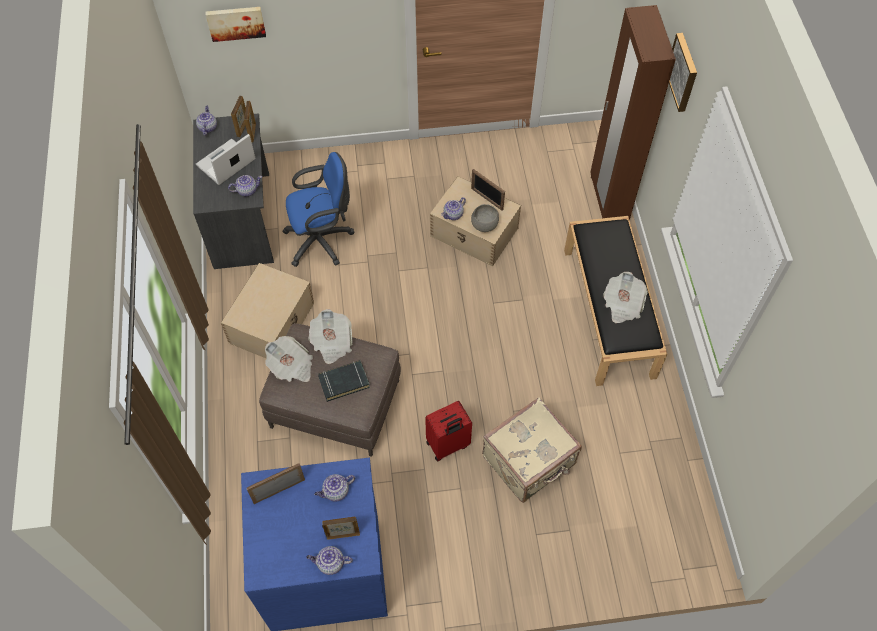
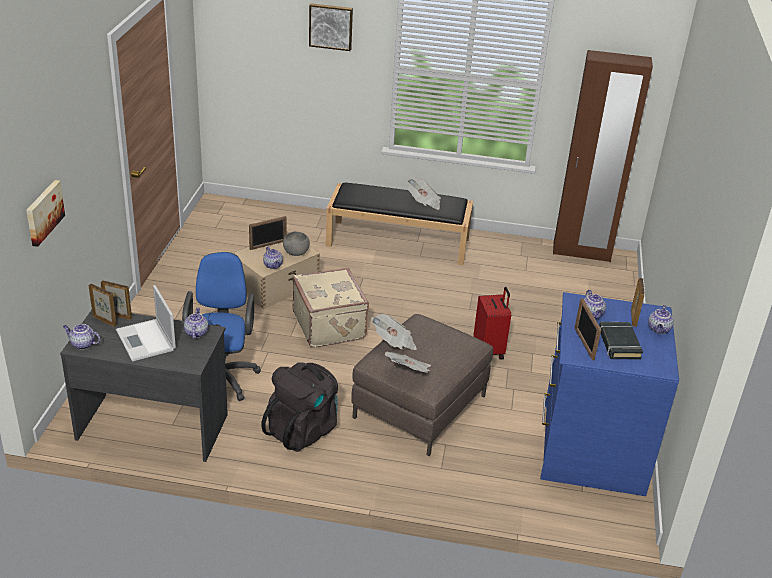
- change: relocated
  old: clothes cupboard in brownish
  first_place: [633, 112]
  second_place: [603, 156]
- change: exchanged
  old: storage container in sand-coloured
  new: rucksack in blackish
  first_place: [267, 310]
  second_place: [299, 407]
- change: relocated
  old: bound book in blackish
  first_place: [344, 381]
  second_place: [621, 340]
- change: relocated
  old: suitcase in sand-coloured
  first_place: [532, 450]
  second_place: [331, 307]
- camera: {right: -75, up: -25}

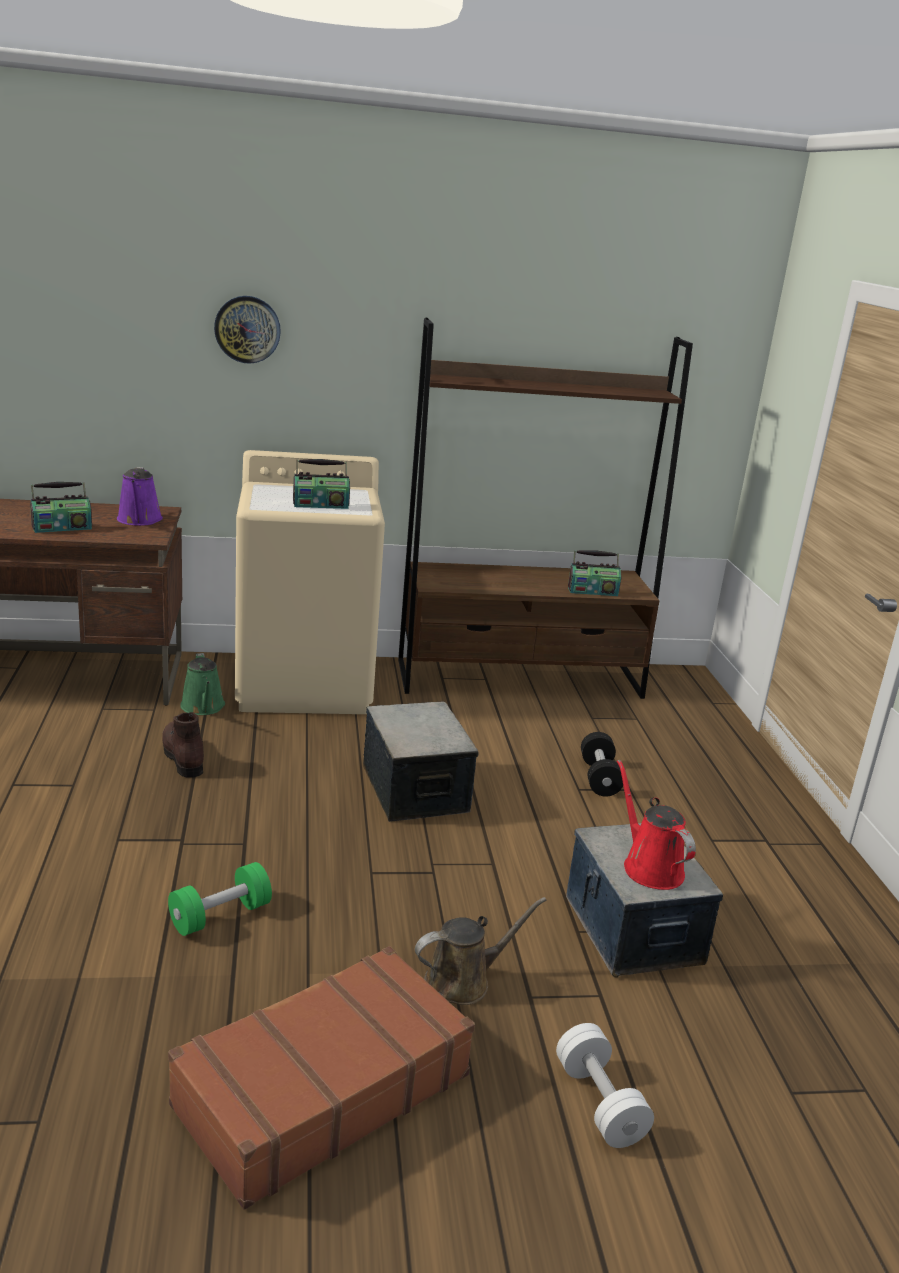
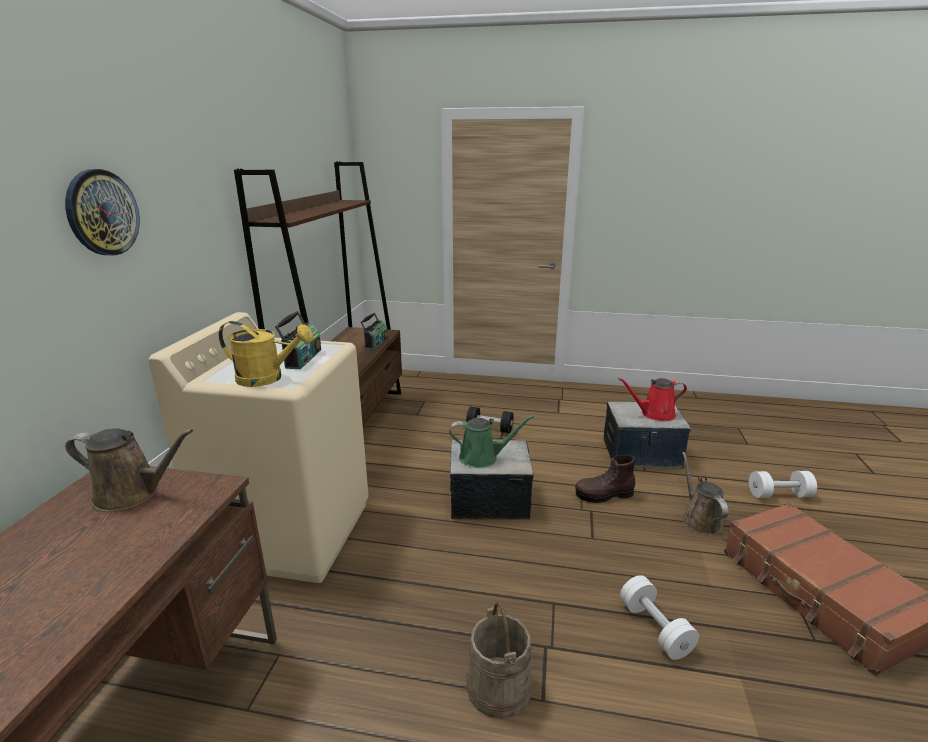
- change: colour
  old: sprinkling can in purple
  new: sprinkling can in brownish
  first_place: [140, 496]
  second_place: [129, 470]
- change: missing
  old: radio
  first_place: [61, 507]
- change: relocated
  old: sprinkling can in green-coloured
  first_place: [202, 684]
  second_place: [491, 441]
- change: relocated
  old: tall boot in brownish
  first_place: [183, 745]
  second_place: [605, 479]
- change: colour
  old: dumbbell in green-coloured
  new: dumbbell in white
  first_place: [220, 899]
  second_place: [659, 617]
- change: appeared
  new: sprinkling can in yellowish
  second_place: [266, 354]
- change: appeared
  new: pail in sand-coloured
  second_place: [499, 660]
- camera: {right: -70, up: 0}

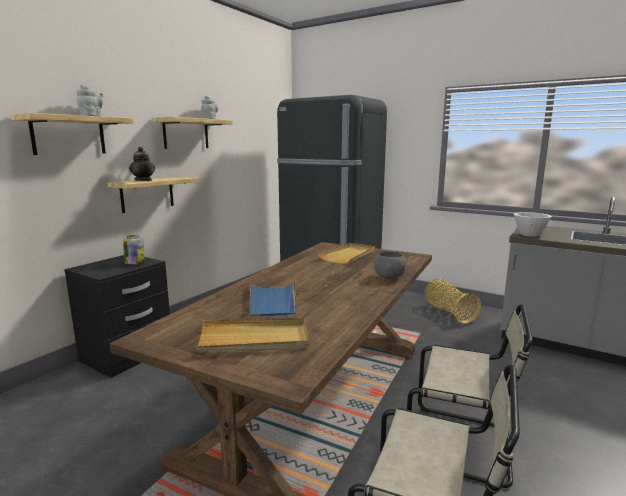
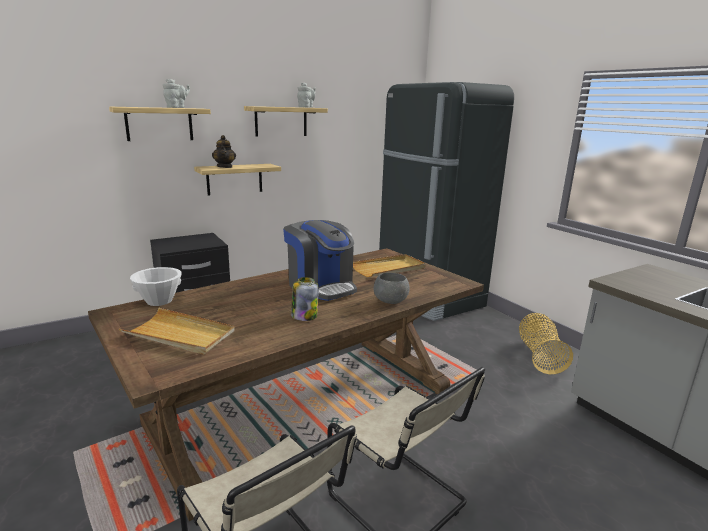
- change: relocated
  old: serving bowl in white
  first_place: [533, 224]
  second_place: [156, 286]
- change: relocated
  old: jar
  first_place: [133, 249]
  second_place: [305, 299]
- change: missing
  old: serving tray in bluish
  first_place: [272, 299]
- change: appeared
  new: coffee brewer
  second_place: [320, 260]
- camera: {right: 25, up: 5}

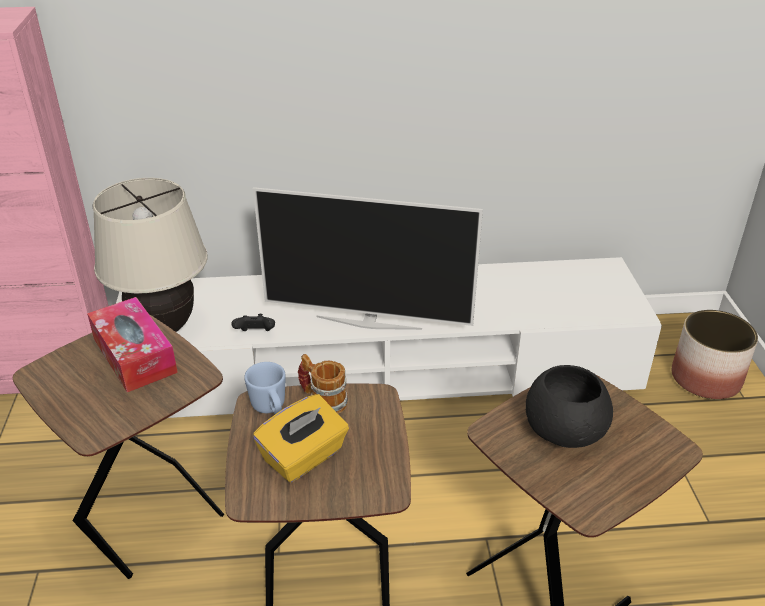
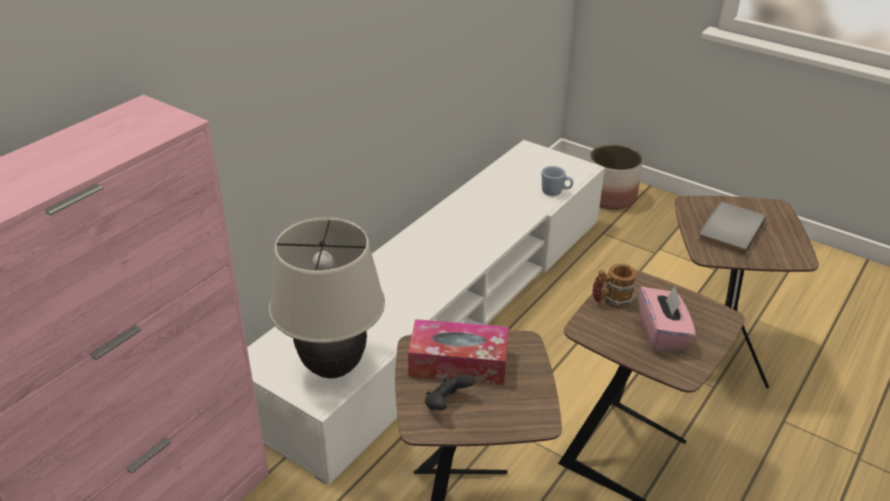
- change: missing
  old: TV set
  first_place: [368, 258]
- change: relocated
  old: joypad in blackish
  first_place: [253, 322]
  second_place: [450, 392]
- change: relocated
  old: mug in bluish
  first_place: [265, 388]
  second_place: [557, 181]
- change: exchanged
  old: serving bowl in blackish
  new: bound book in grey
  first_place: [569, 406]
  second_place: [732, 229]
- change: colour
  old: tissue holder in yellowish
  new: tissue holder in pink
  first_place: [301, 438]
  second_place: [667, 318]
- camera: {right: -50, up: 0}

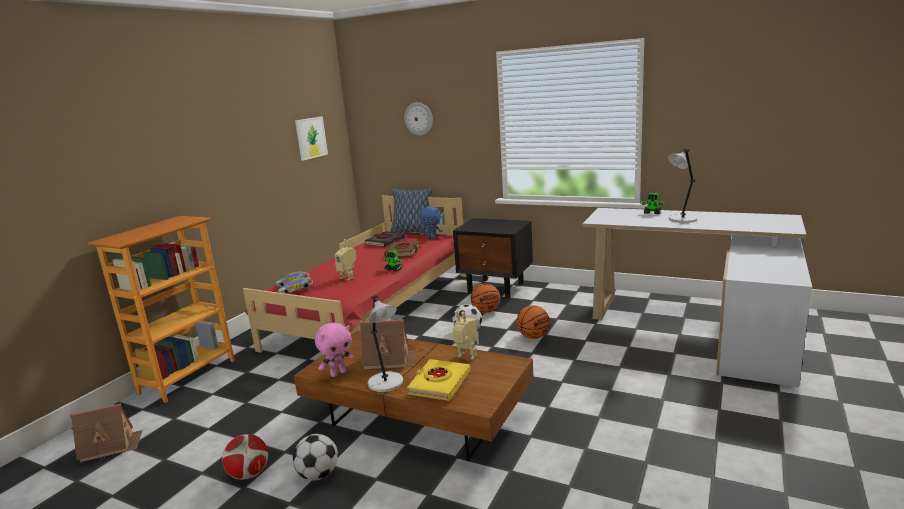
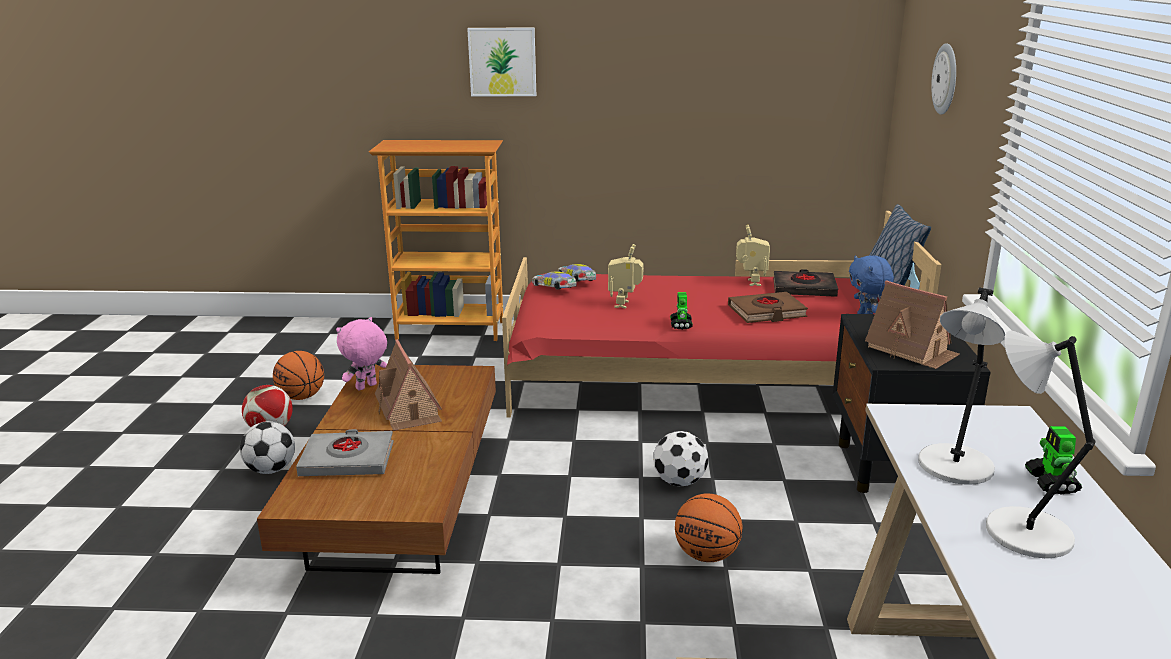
- change: relocated
  old: wall picture
  first_place: [311, 138]
  second_place: [501, 62]
- change: relocated
  old: ball for basketball
  first_place: [485, 298]
  second_place: [298, 375]
- change: relocated
  old: lamp for a table in grey
  first_place: [385, 343]
  second_place: [961, 386]
- change: relocated
  old: robot figure
  first_place: [466, 335]
  second_place: [753, 255]
- change: spun
  old: soft toy in pink
  first_place: [335, 349]
  second_place: [361, 354]
  degrees: 105
- change: colour
  old: bound book in yellowish
  new: bound book in grey
  first_place: [439, 380]
  second_place: [345, 452]
- change: relocated
  old: model house
  first_place: [106, 433]
  second_place: [912, 324]
- camera: {right: 65, up: 5}

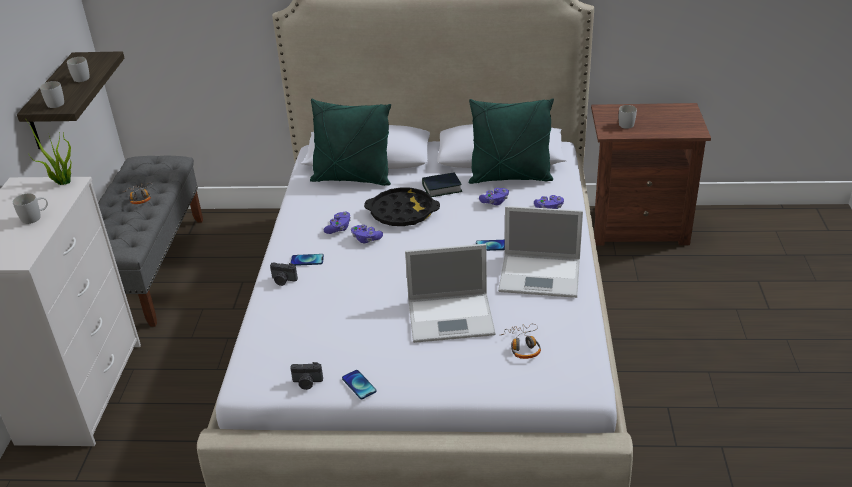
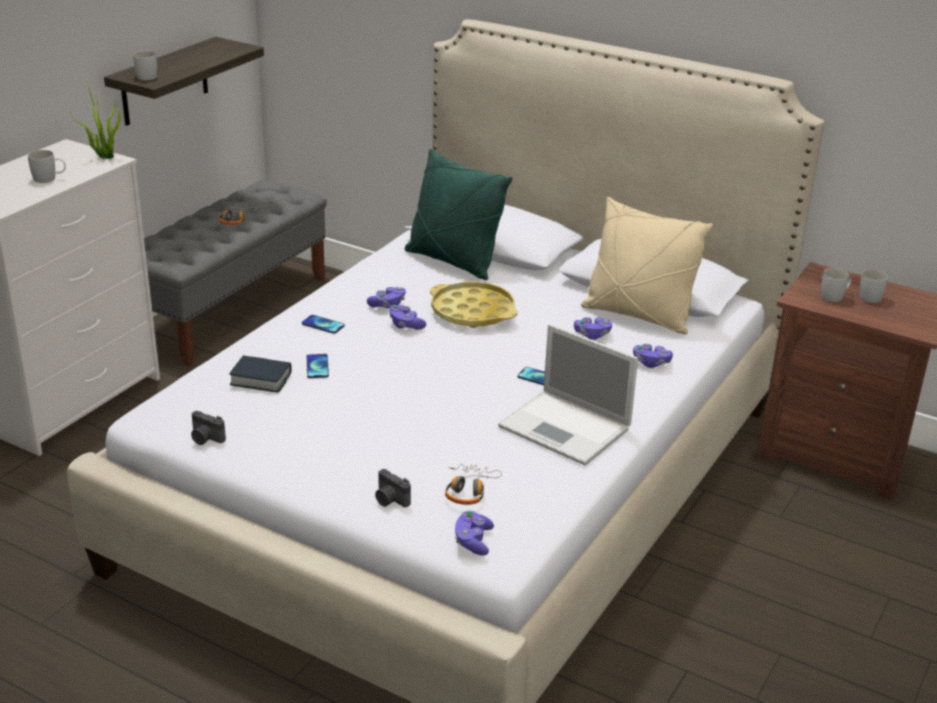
- change: relocated
  old: mug in white
  first_place: [78, 69]
  second_place: [874, 286]
- change: colour
  old: throw pillow in green-coloured
  new: throw pillow in sand-coloured
  first_place: [511, 141]
  second_place: [647, 265]
- change: relocated
  old: bound book
  first_place: [442, 184]
  second_place: [260, 374]
- change: colour
  old: serving tray in blackish
  new: serving tray in yellowish
  first_place: [402, 206]
  second_place: [474, 305]
- change: missing
  old: notebook computer
  first_place: [450, 293]
- change: relocated
  old: still camera
  first_place: [284, 274]
  second_place: [393, 488]
- change: relocated
  old: handset
  first_place: [359, 384]
  second_place: [318, 366]
- change: appeared
  new: joypad in purple
  second_place: [474, 533]
- camera: {right: 25, up: -5}

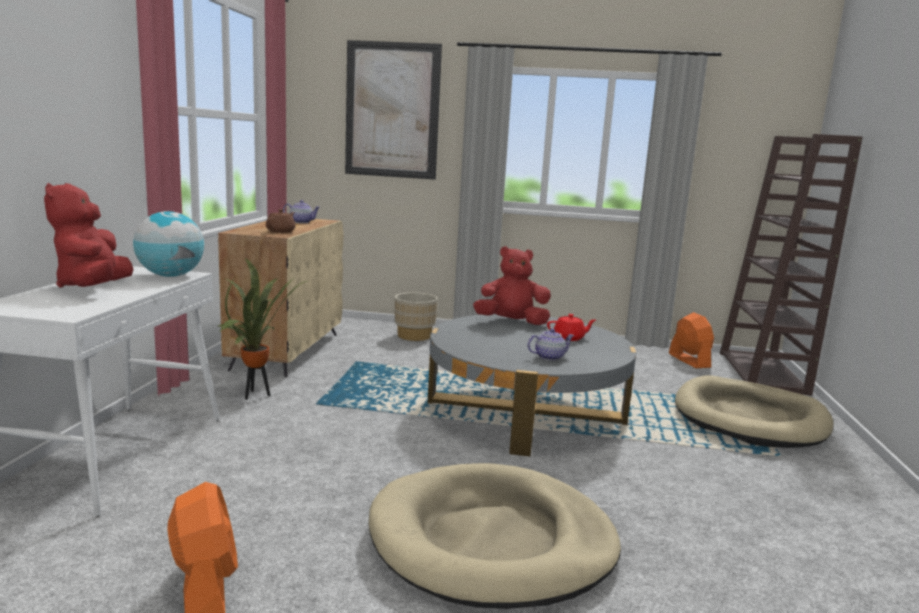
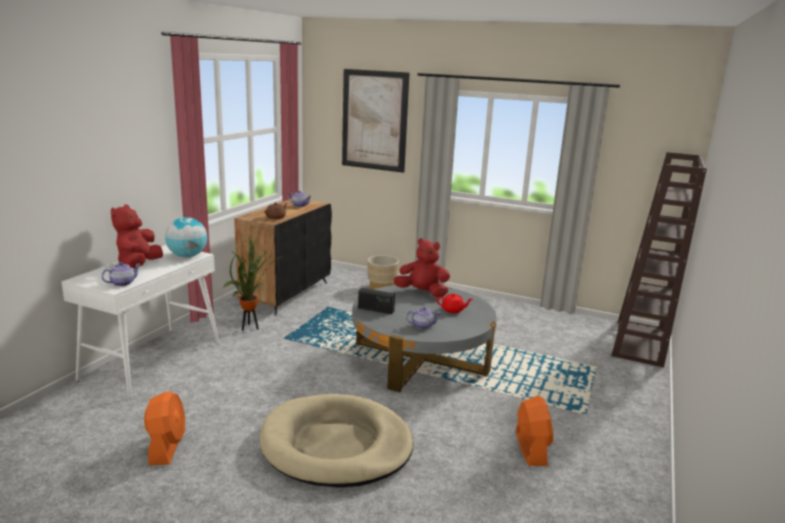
- change: colour
  old: cupboard in sand-coloured
  new: cupboard in blackish
  first_place: [280, 298]
  second_place: [283, 257]
- change: relocated
  old: electric fan in orange
  first_place: [691, 340]
  second_place: [534, 431]
- change: missing
  old: dog bed in sand-coloured
  first_place: [754, 411]
- change: appeared
  new: pot for tea
  second_place: [121, 274]
- change: appeared
  new: radio
  second_place: [376, 301]
- camera: {right: 15, up: 5}

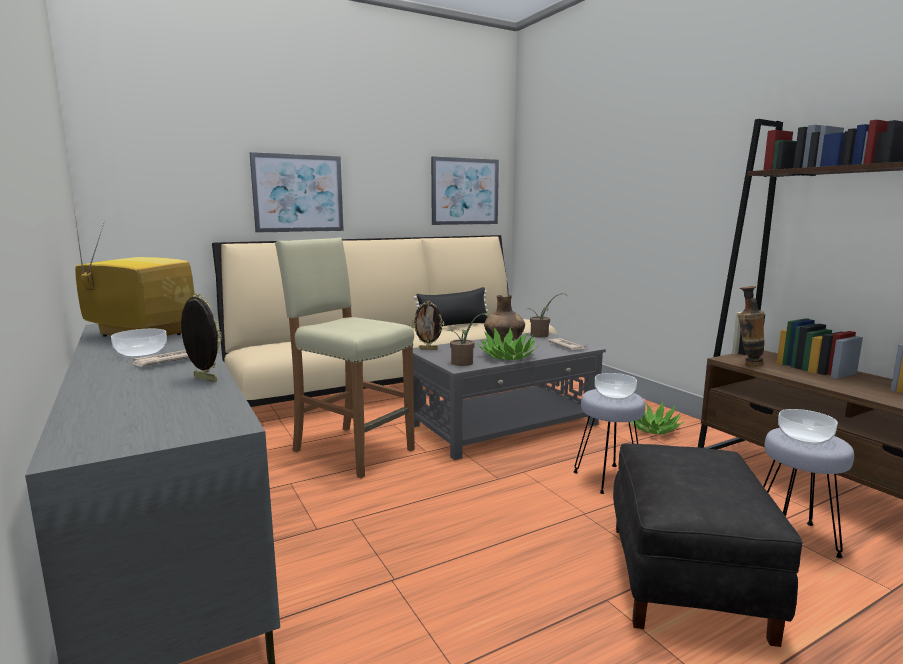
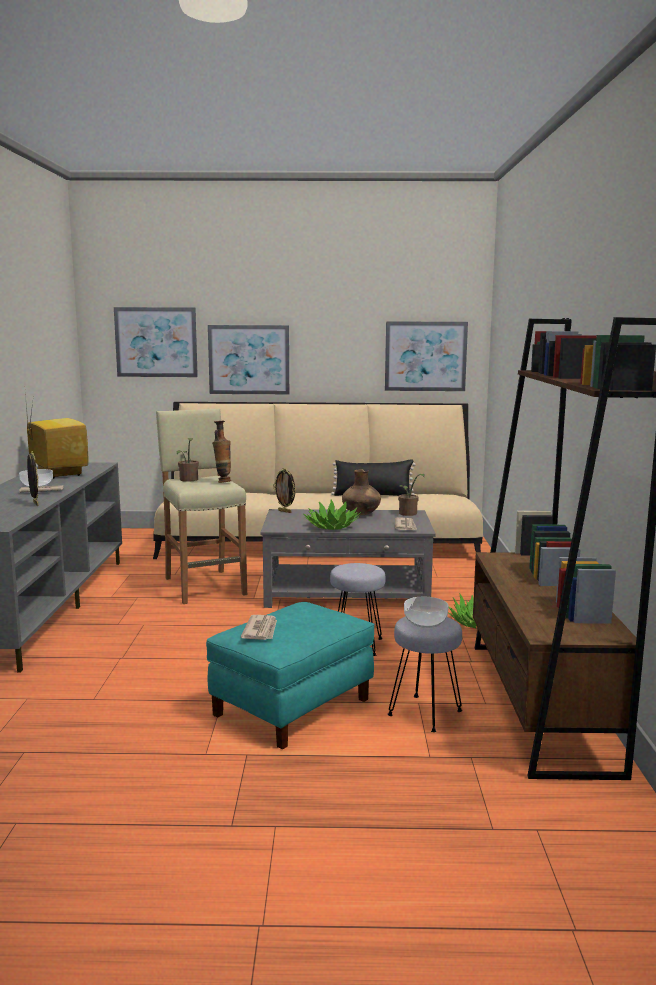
- change: relocated
  old: decorative vase
  first_place: [750, 326]
  second_place: [221, 452]
- change: relocated
  old: plant in a pot
  first_place: [468, 339]
  second_place: [188, 460]
- change: missing
  old: serving bowl
  first_place: [616, 386]
- change: colour
  old: ottoman in blackish
  new: ottoman in blue-green
  first_place: [708, 545]
  second_place: [290, 675]
- change: appeared
  new: wall picture
  second_place: [156, 342]
- change: appeared
  new: daily paper
  second_place: [259, 627]
- camera: {right: 30, up: 0}

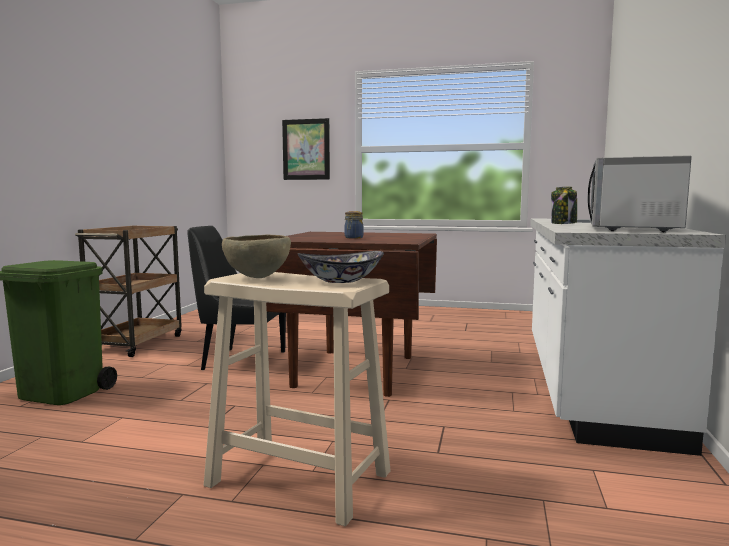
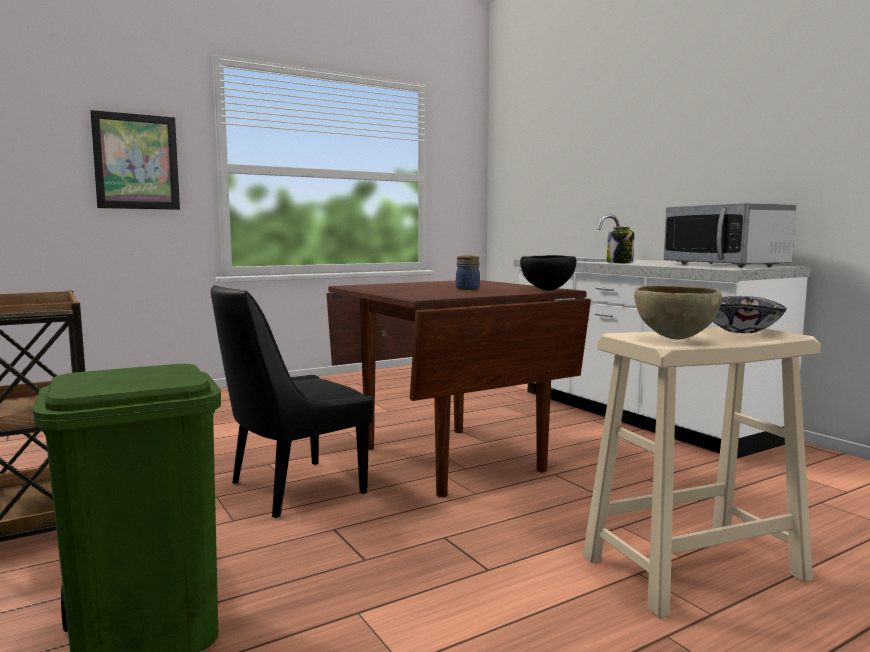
- change: appeared
  new: serving bowl in blackish
  second_place: [548, 272]
- camera: {right: -45, up: 0}

